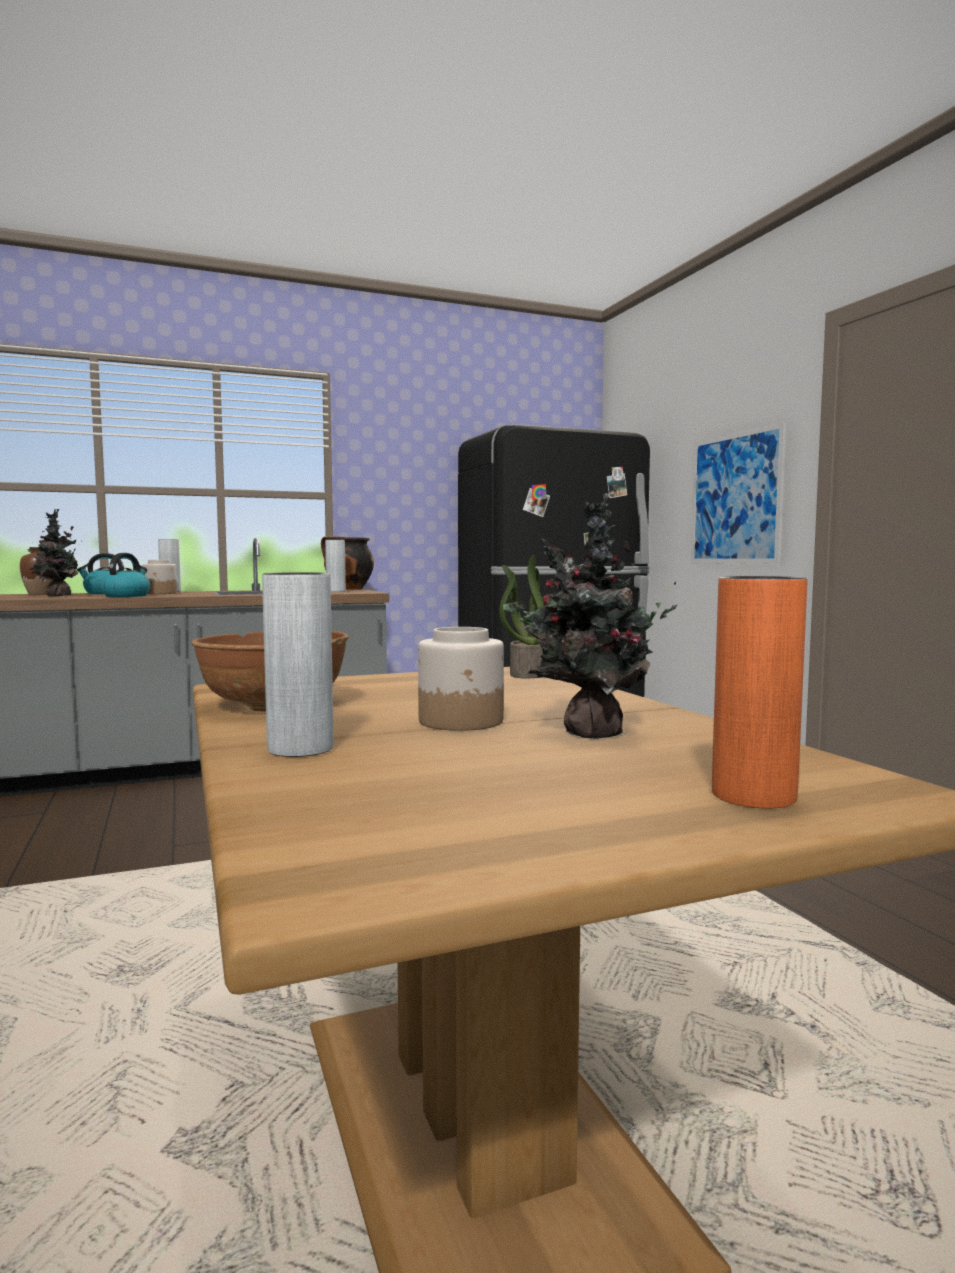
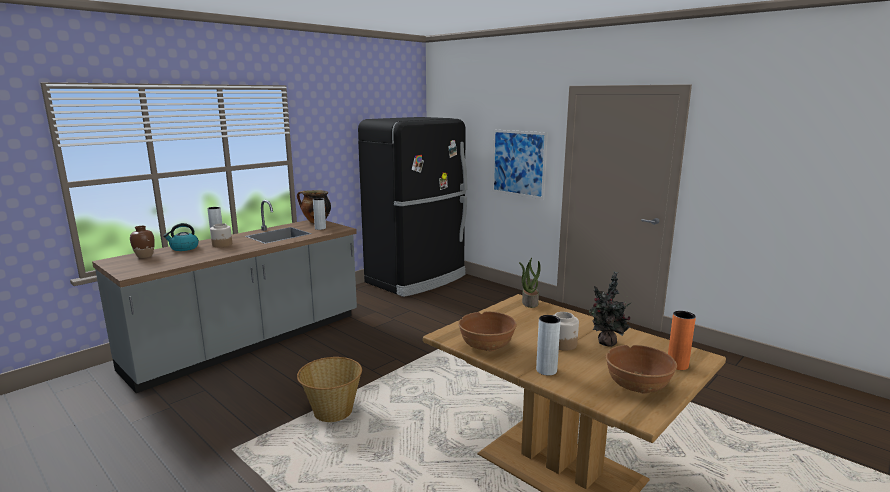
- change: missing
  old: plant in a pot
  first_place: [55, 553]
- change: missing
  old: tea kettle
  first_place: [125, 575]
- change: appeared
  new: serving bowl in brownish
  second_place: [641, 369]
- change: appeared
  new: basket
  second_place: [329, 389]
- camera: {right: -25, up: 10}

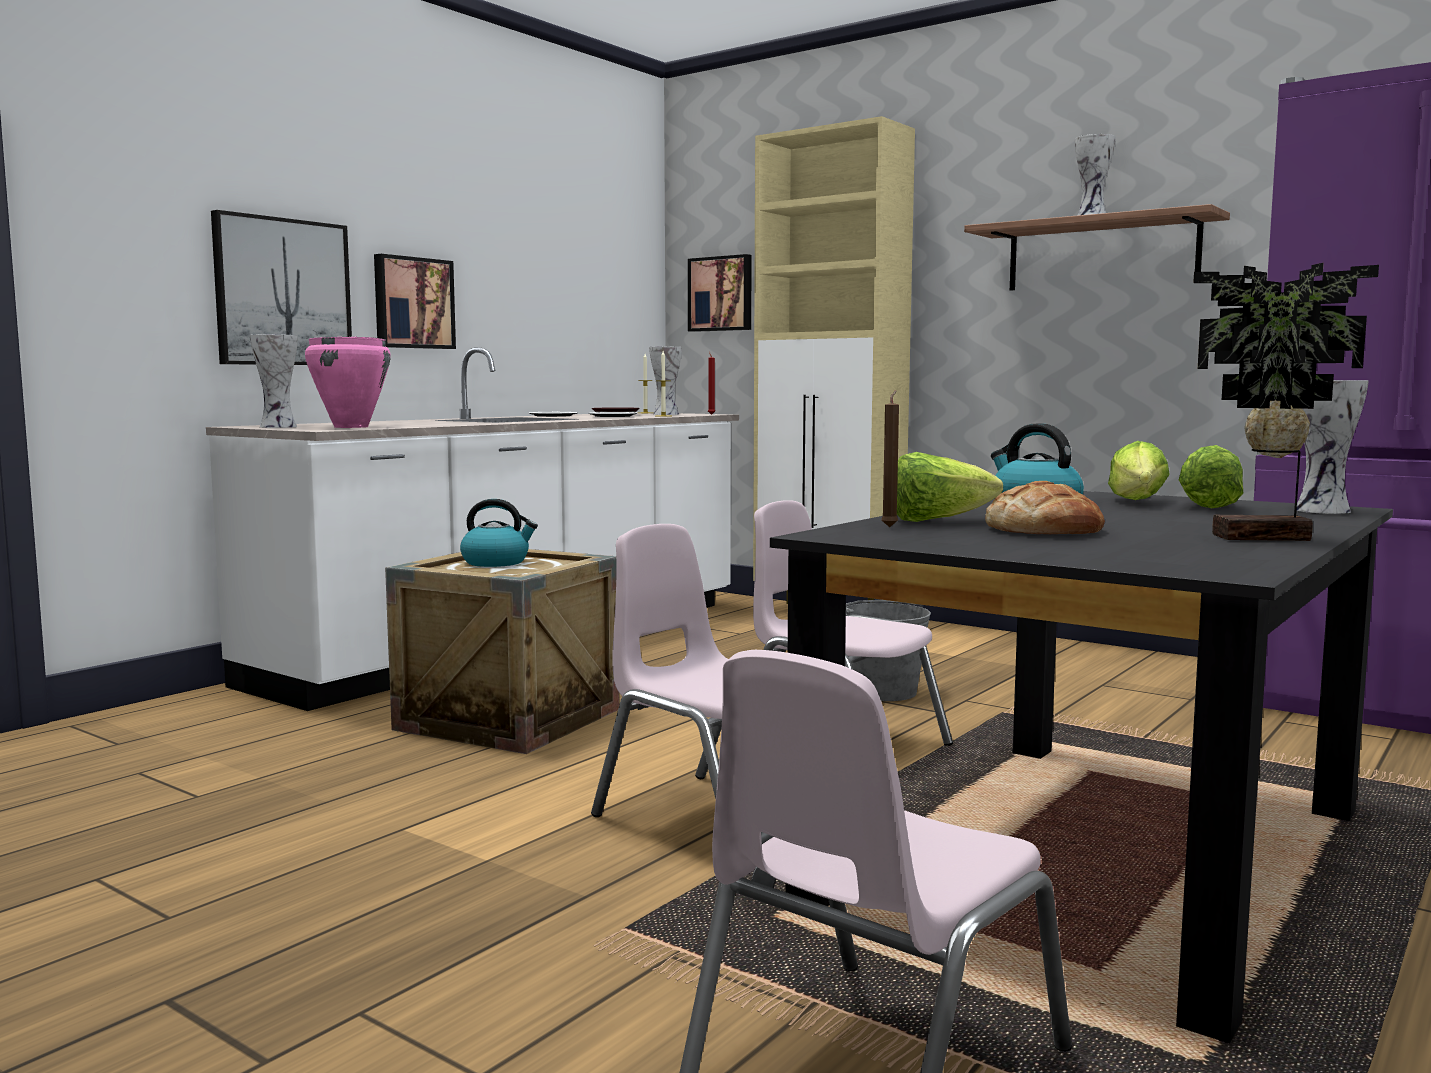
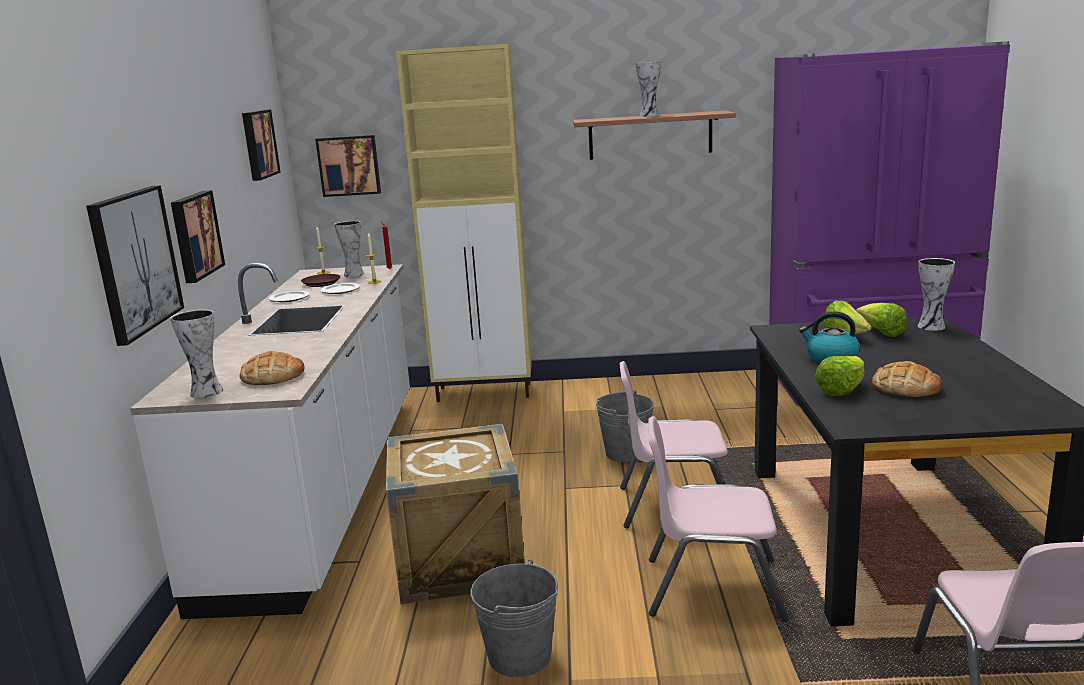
- change: missing
  old: plant in a pot
  first_place: [1286, 401]
- change: exchanged
  old: stockpot in pink
  new: bakery bread
  first_place: [348, 382]
  second_place: [272, 368]
- change: missing
  old: candle in brownish
  first_place: [890, 458]
- change: missing
  old: tea kettle
  first_place: [499, 533]
- change: appeared
  new: wall picture
  second_place: [261, 145]
- change: appeared
  new: pail in grey
  second_place: [514, 618]
- camera: {right: -35, up: 10}

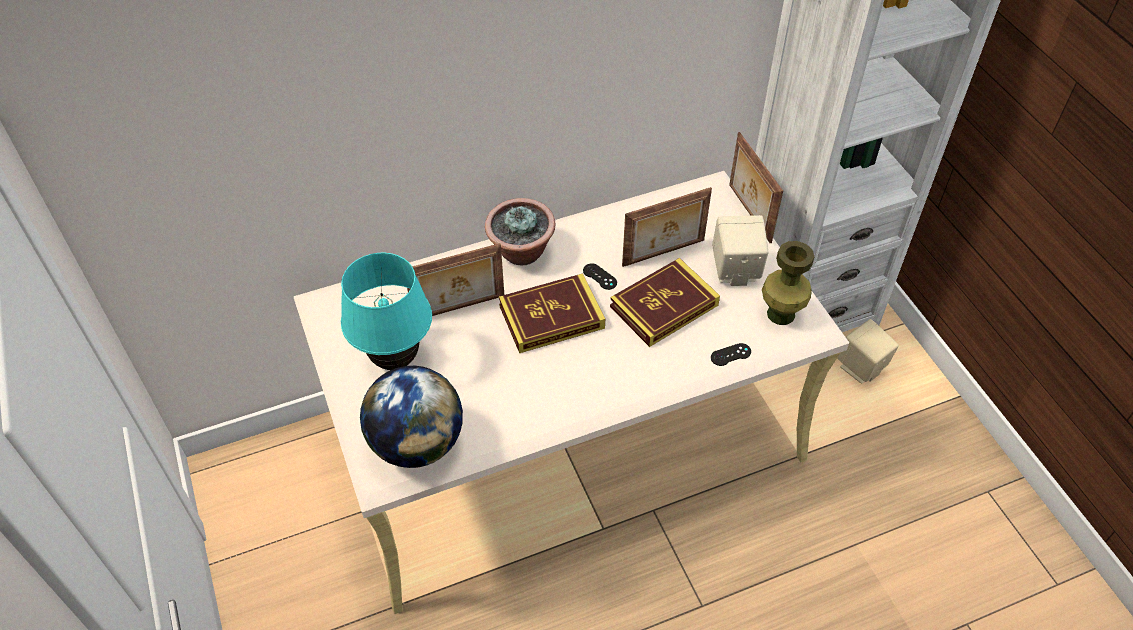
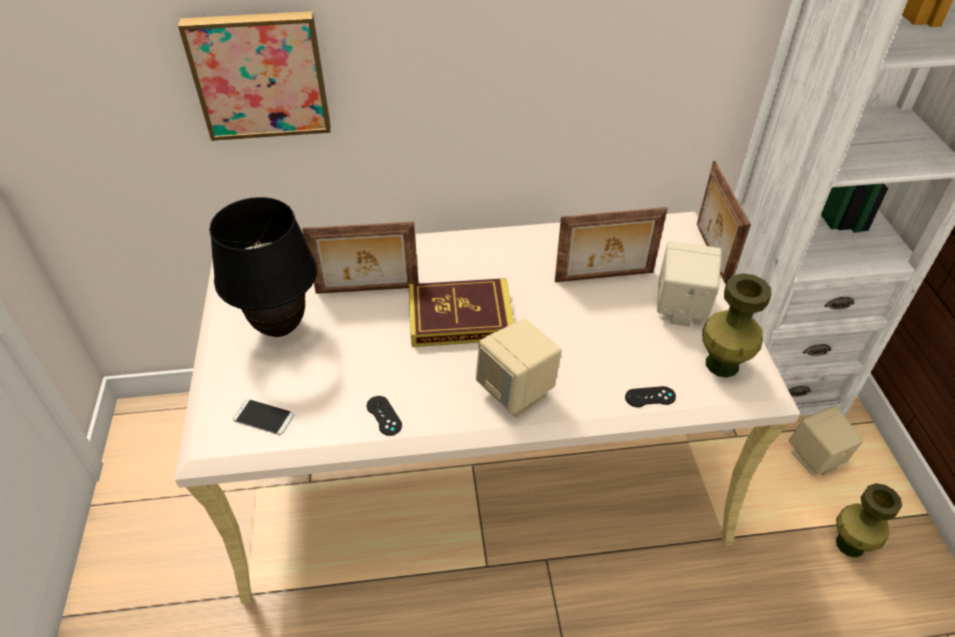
- change: missing
  old: plant in a pot
  first_place: [520, 231]
- change: colour
  old: lamp for a table in blue-green
  new: lamp for a table in blackish
  first_place: [386, 311]
  second_place: [263, 267]
- change: missing
  old: bound book
  first_place: [665, 302]
- change: relocated
  old: joypad in blackish
  first_place: [600, 276]
  second_place: [384, 416]
- change: exchanged
  old: world globe
  new: handset
  first_place: [411, 417]
  second_place: [263, 417]
- change: appeared
  new: wall picture
  second_place: [254, 76]
- change: appeared
  new: audio speaker in sand-coloured
  second_place: [519, 368]
- change: appeared
  new: decorative vase in green-coloured
  second_place: [869, 520]
- camera: {right: 15, up: -5}

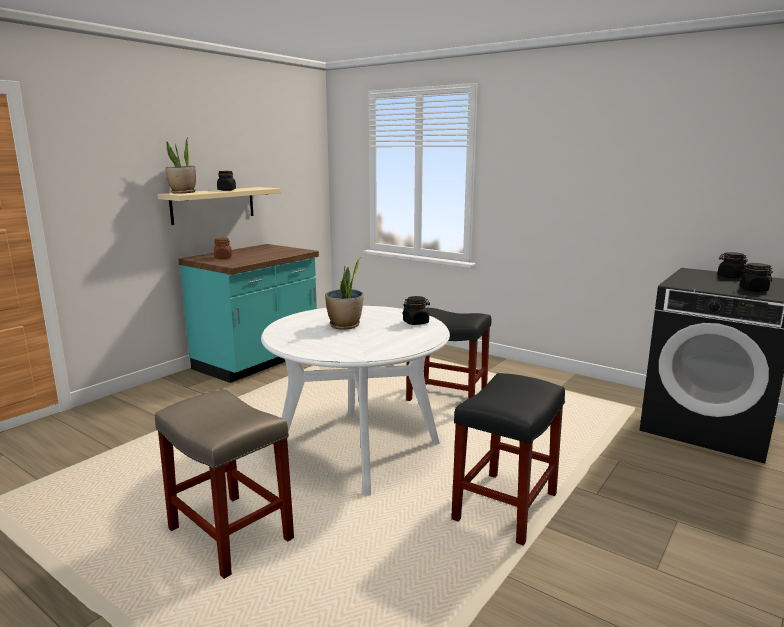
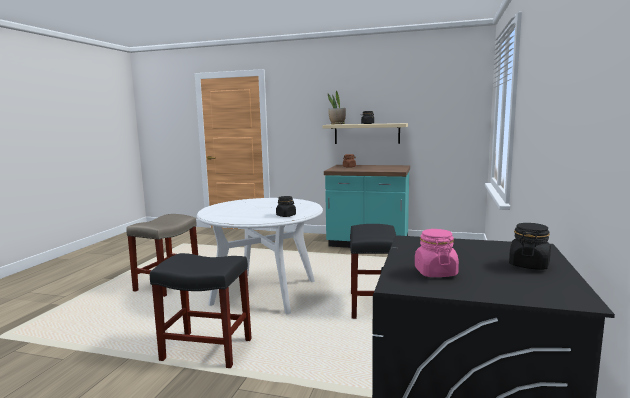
- change: missing
  old: plant in a pot
  first_place: [344, 293]
- change: colour
  old: jar in blackish
  new: jar in pink
  first_place: [756, 277]
  second_place: [437, 253]
- camera: {right: 70, up: -5}

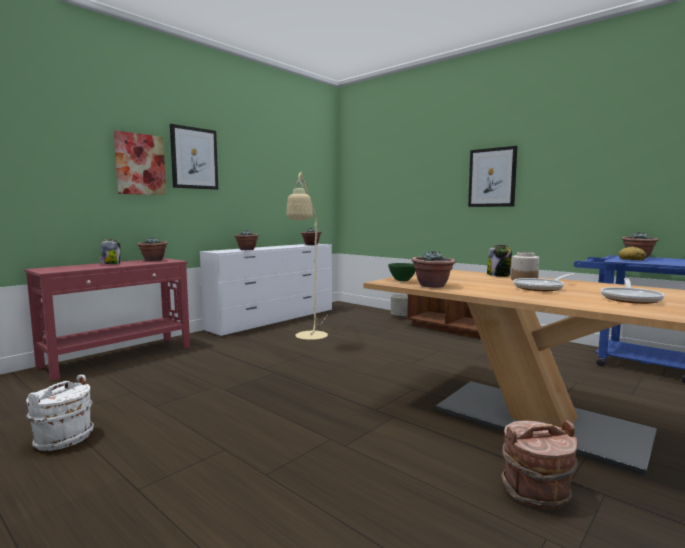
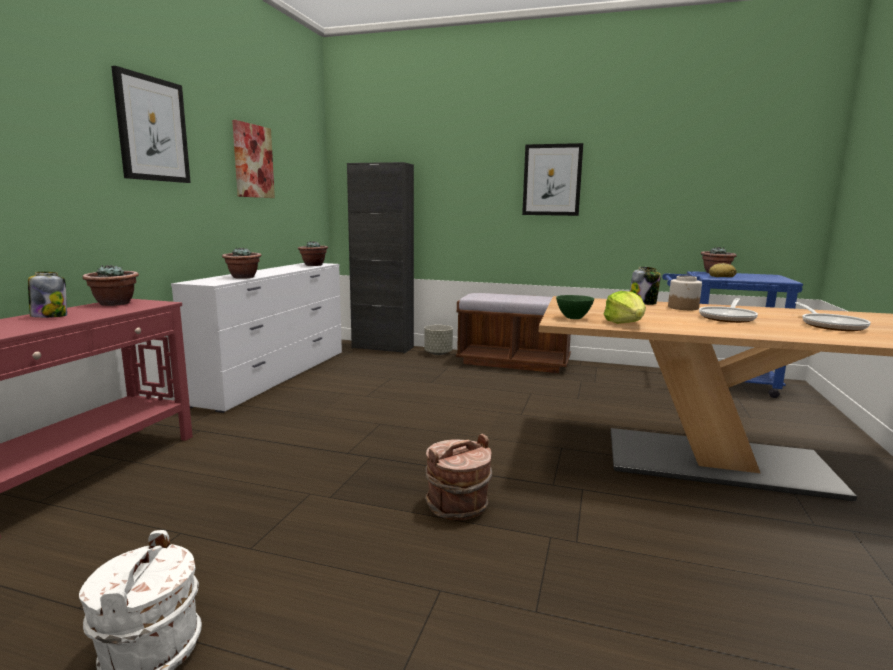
- change: relocated
  old: wall picture
  first_place: [140, 162]
  second_place: [253, 159]
- change: missing
  old: standing lamp in sand-coloured
  first_place: [307, 255]
- change: exchanged
  old: plant in a pot
  new: head of lettuce
  first_place: [433, 269]
  second_place: [625, 307]
- change: relocated
  old: pail in brownish
  first_place: [539, 464]
  second_place: [458, 477]
- change: appeared
  new: cupboard in blackish
  second_place: [380, 257]
- camera: {right: -25, up: 5}

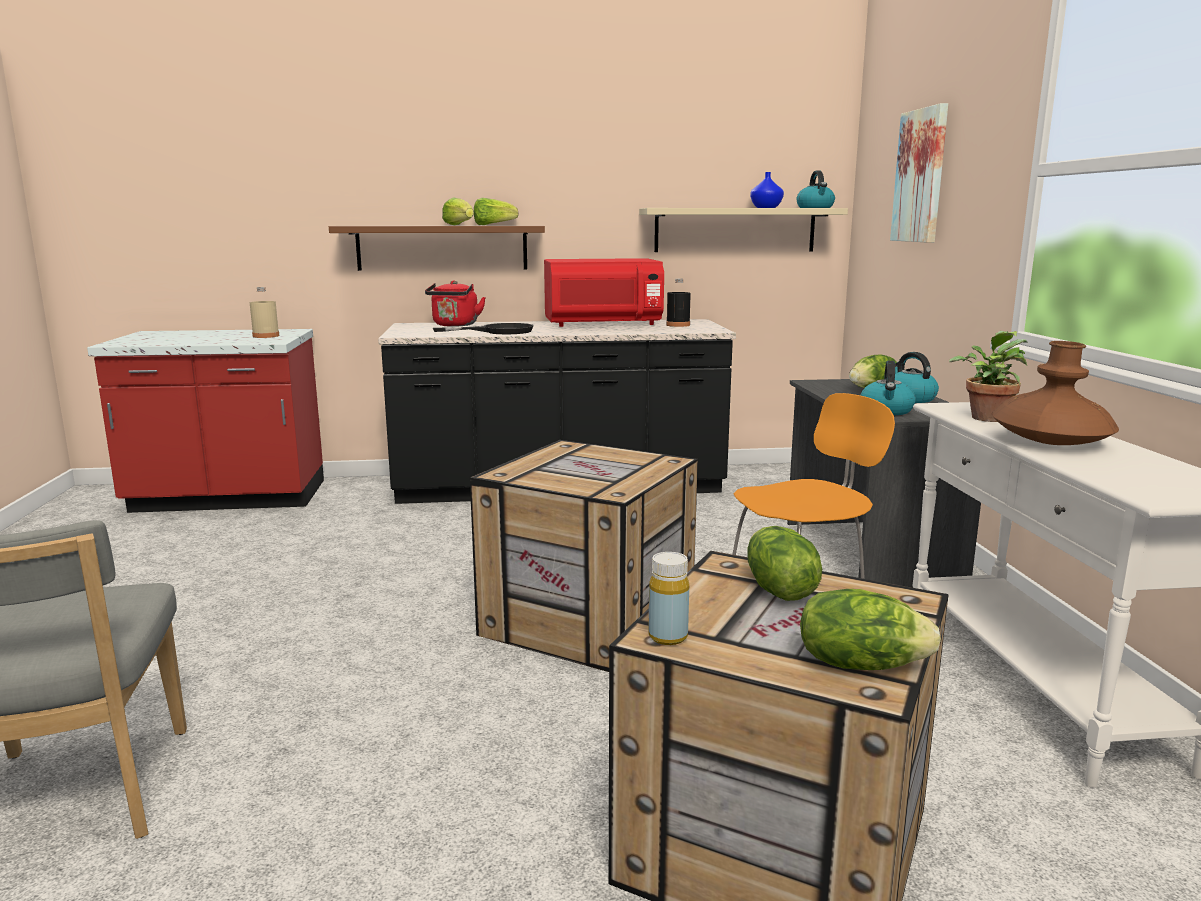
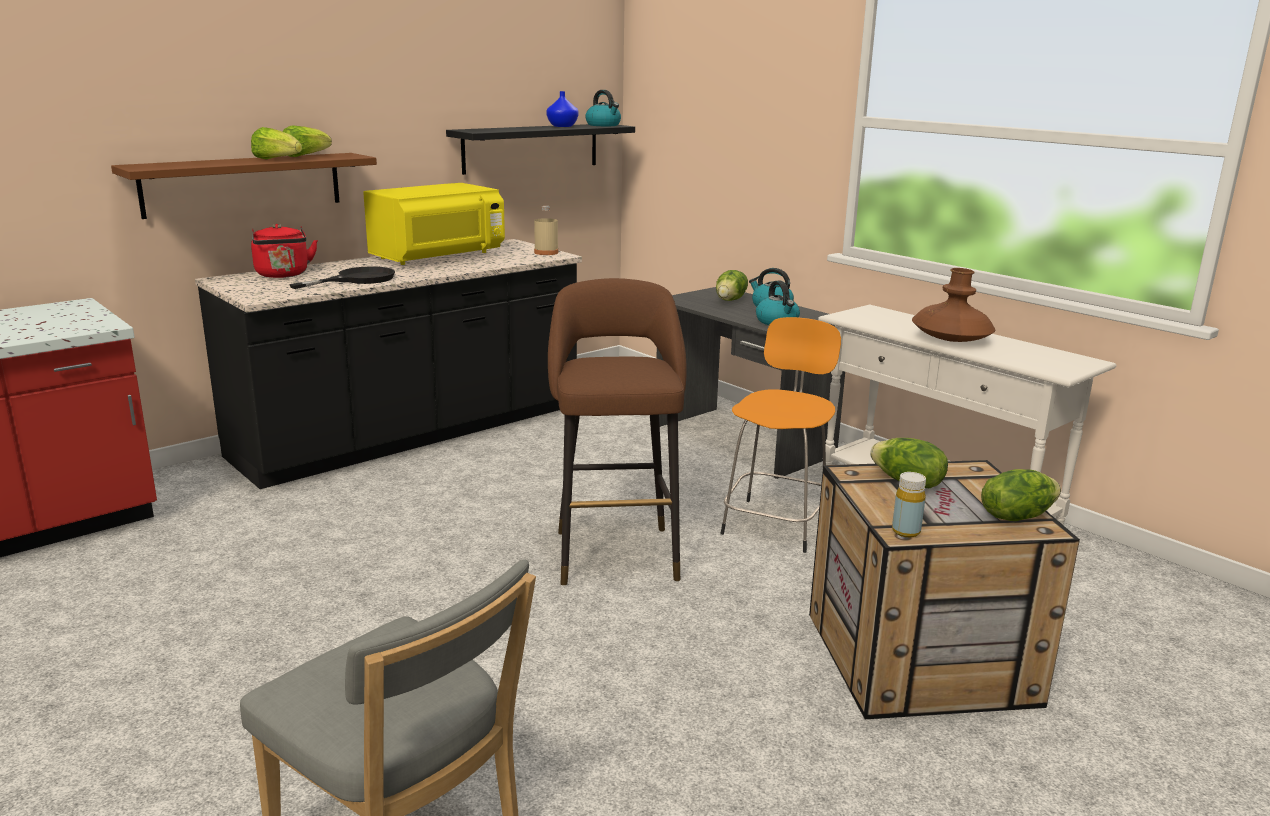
- change: missing
  old: wall picture
  first_place: [919, 173]
- change: colour
  old: shelf in sand-coloured
  new: shelf in blackish
  first_place: [743, 230]
  second_place: [540, 149]
- change: colour
  old: kitchen microwave in red-coloured
  new: kitchen microwave in yellowish
  first_place: [604, 293]
  second_place: [434, 224]
- change: missing
  old: bottle in blackish
  first_place: [678, 303]
- change: relocated
  old: bottle in sand-coloured
  first_place: [264, 312]
  second_place: [546, 230]
- change: missing
  old: plant in a pot
  first_place: [988, 376]
- change: exchanged
  old: packing crate
  new: stool in brownish
  first_place: [584, 556]
  second_place: [617, 431]
- camera: {right: -35, up: 5}

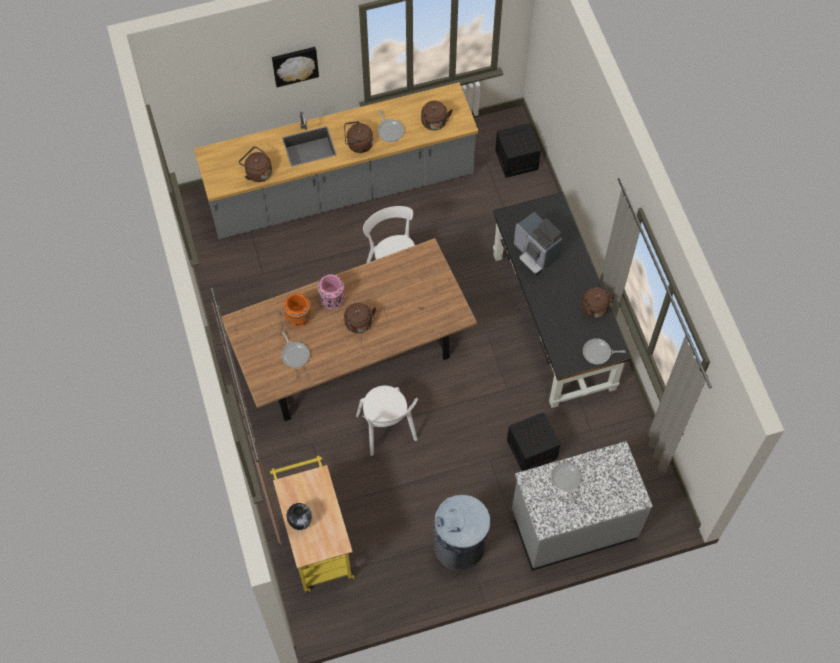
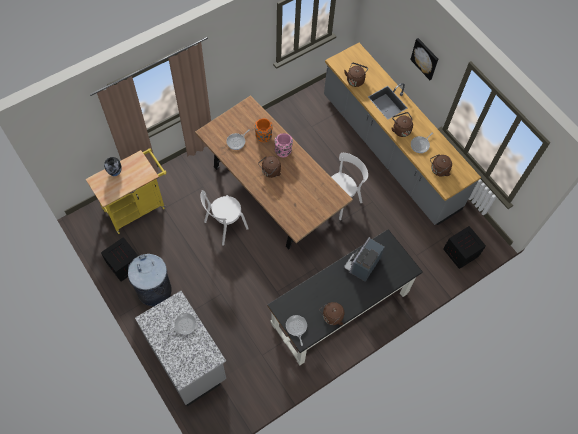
- change: relocated
  old: packing crate
  first_place: [533, 441]
  second_place: [119, 259]
- camera: {right: 70, up: 0}

